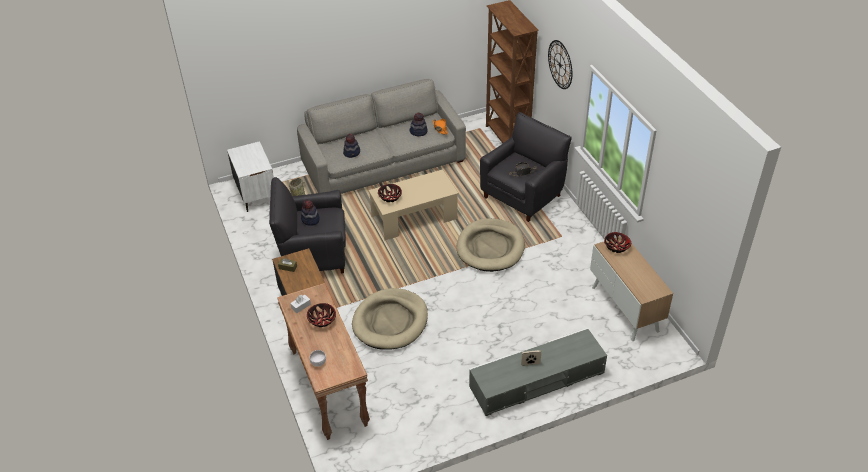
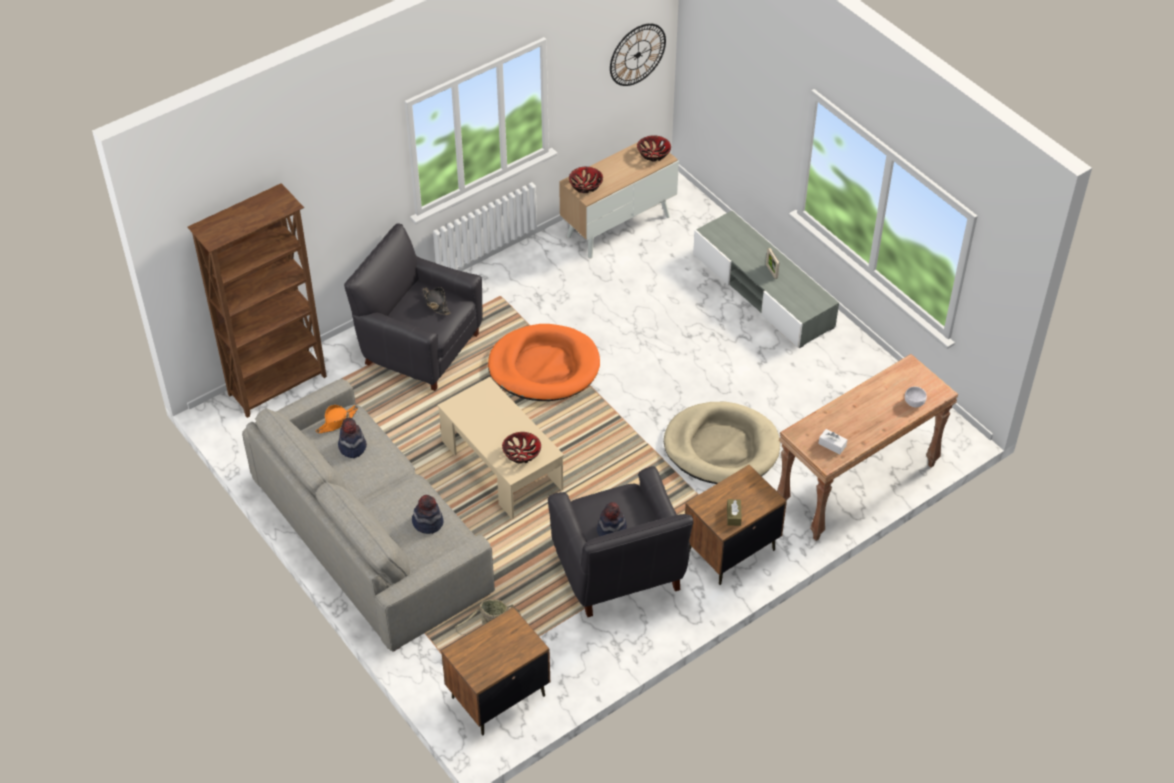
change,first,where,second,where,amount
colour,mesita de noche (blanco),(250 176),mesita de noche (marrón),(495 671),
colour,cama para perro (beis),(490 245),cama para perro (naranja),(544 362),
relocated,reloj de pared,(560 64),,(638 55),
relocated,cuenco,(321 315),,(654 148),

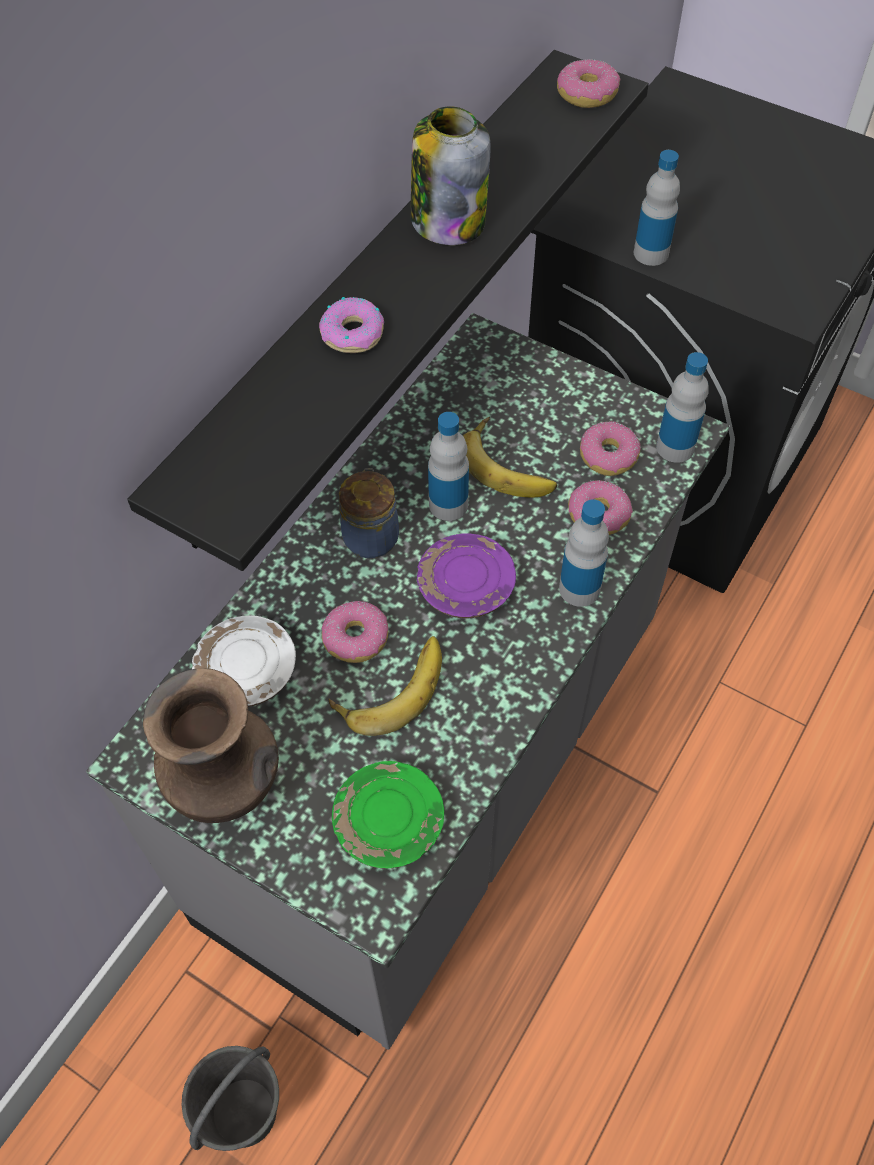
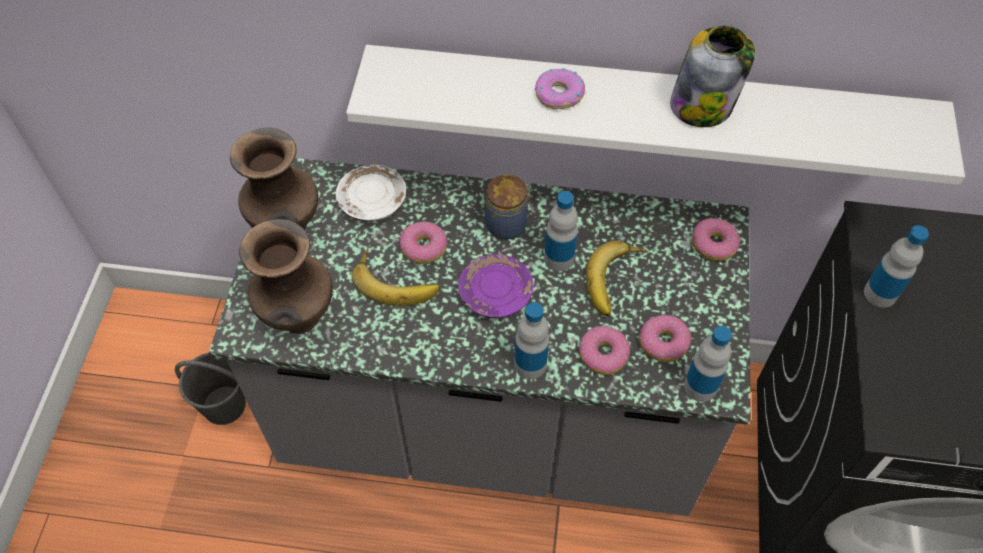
change,first,where,second,where,amount
exchanged,plato (verde),(388 814),florero (marrón),(286 276),
colour,estante (negro),(388 310),estante (blanco),(655 115),
relocated,rosquilla,(589 83),,(716 239),

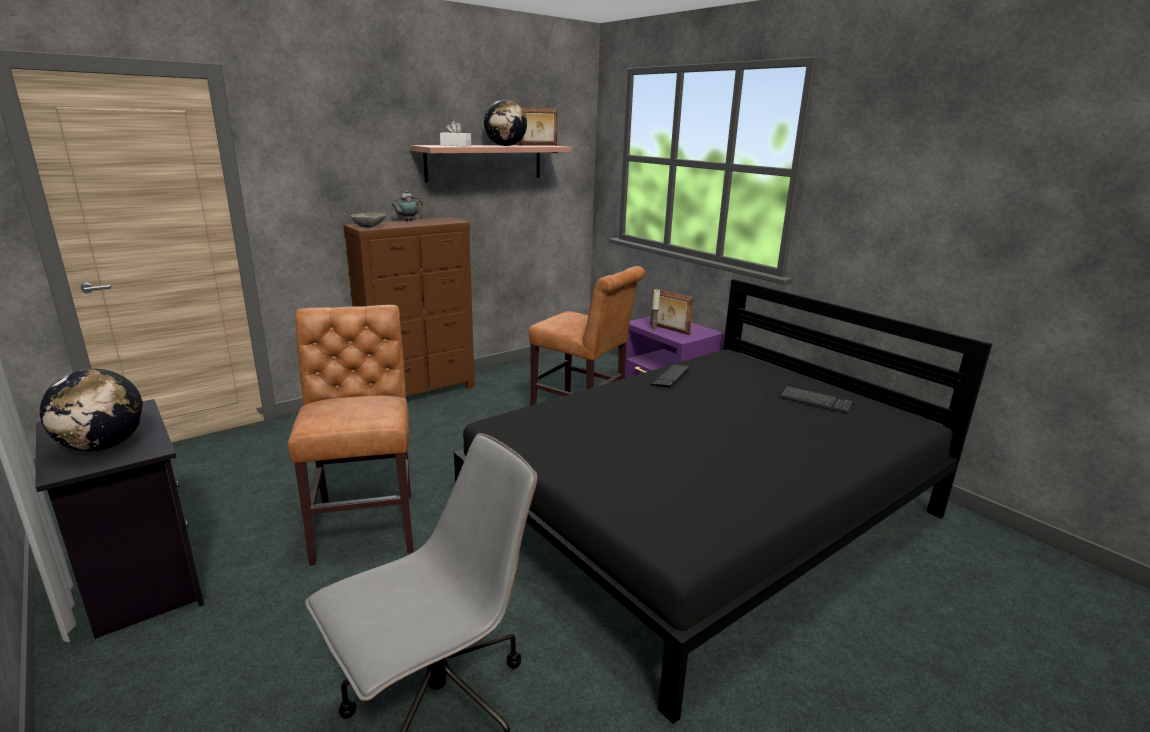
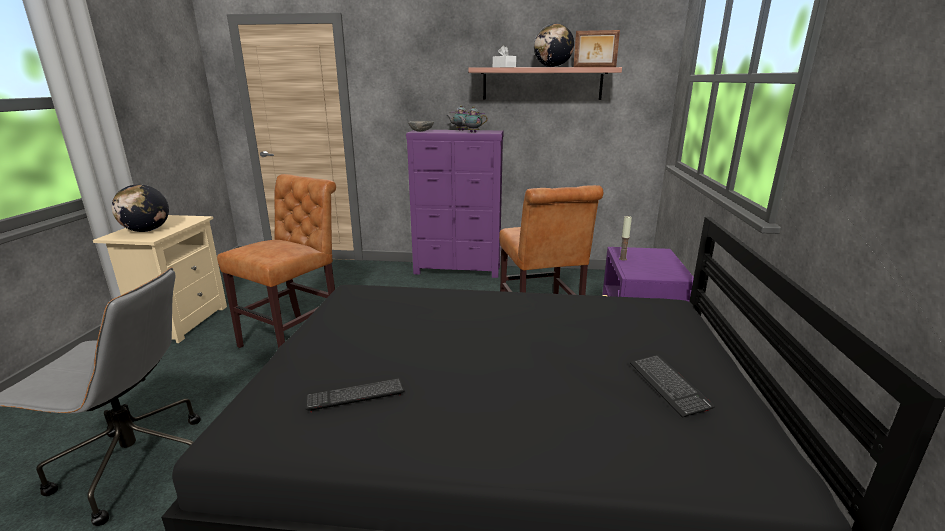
change,first,where,second,where,amount
colour,mesita de noche (negro),(120 519),mesita de noche (beis),(160 279),
relocated,teclado,(670 376),,(355 394),
colour,cómoda (marrón),(409 307),cómoda (morado),(455 204),
appeared,,,tetera,(473 119),
missing,portarretratos,(672 311),,,

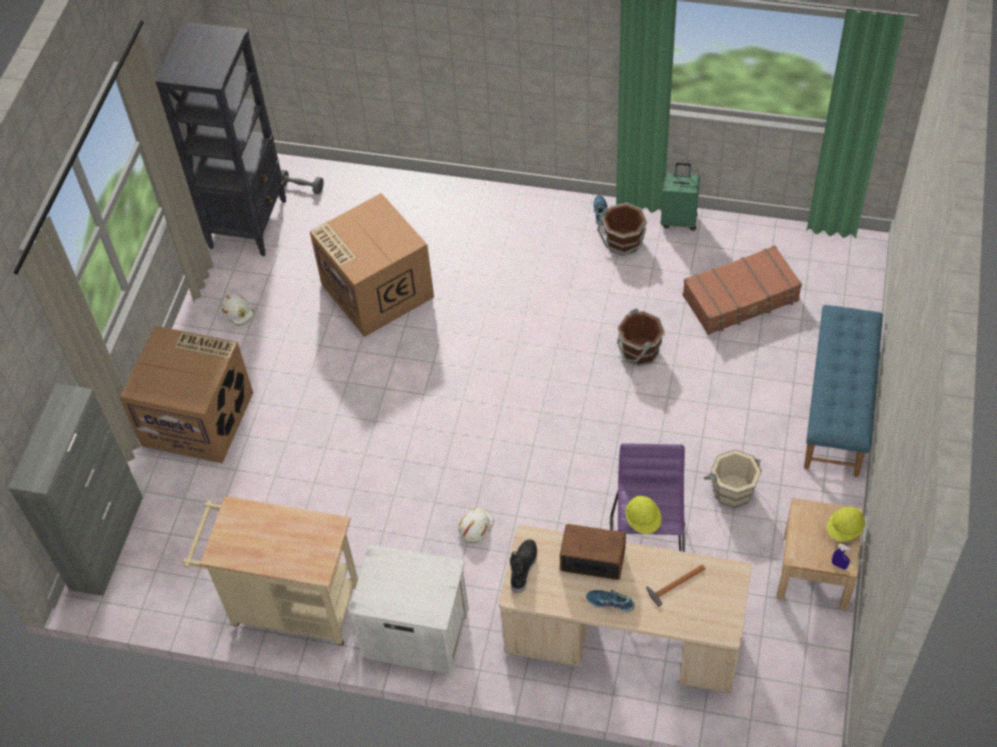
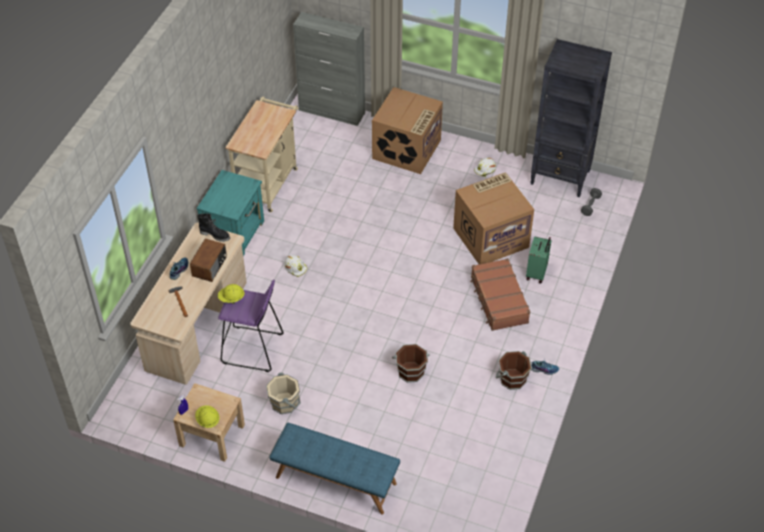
change,first,where,second,where,amount
colour,mesita de noche (blanco),(408 609),mesita de noche (turquesa),(230 213),
relocated,maleta (marrón),(742 290),,(500 294),
relocated,maleta (verde),(680 196),,(539 259),

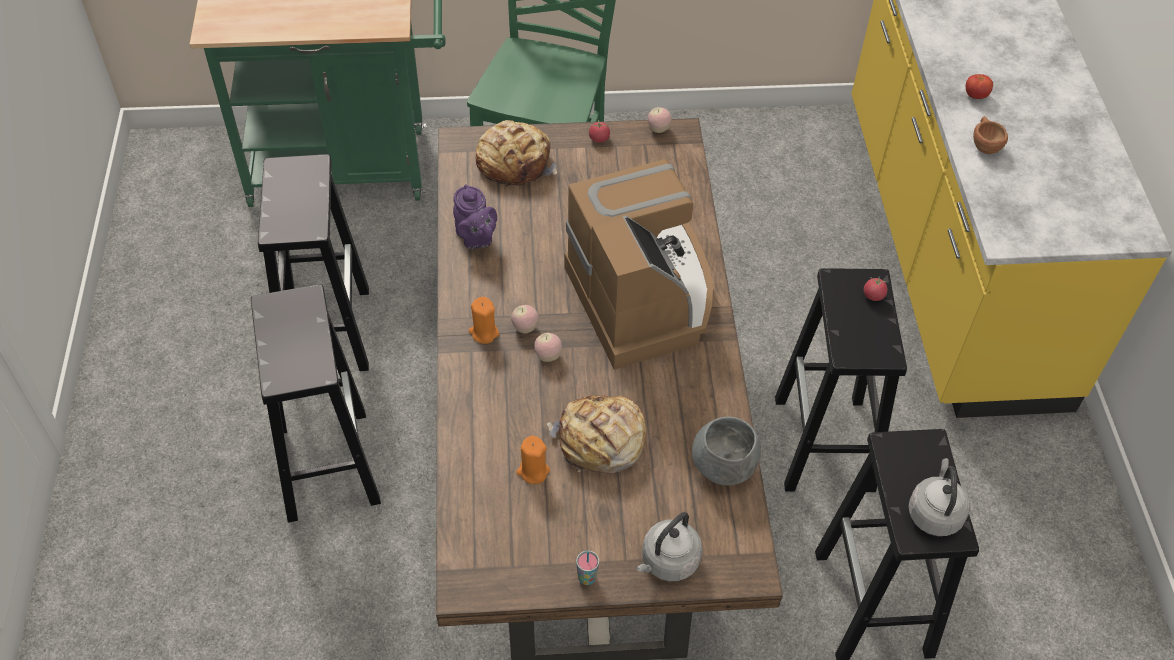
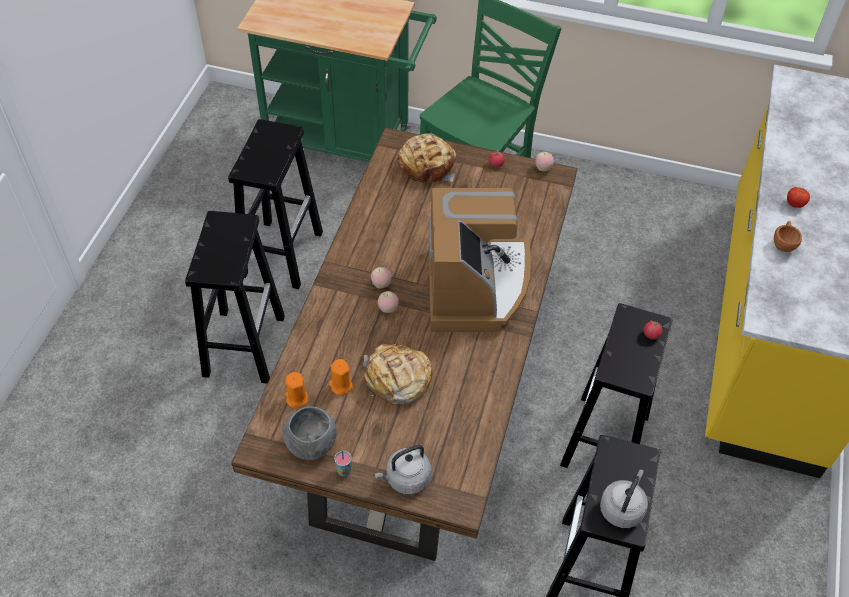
change,first,where,second,where,amount
relocated,cuenco (gris),(726 451),,(310 433),
relocated,vela (naranja),(484 320),,(296 390),
missing,tetera (morado),(475 216),,,

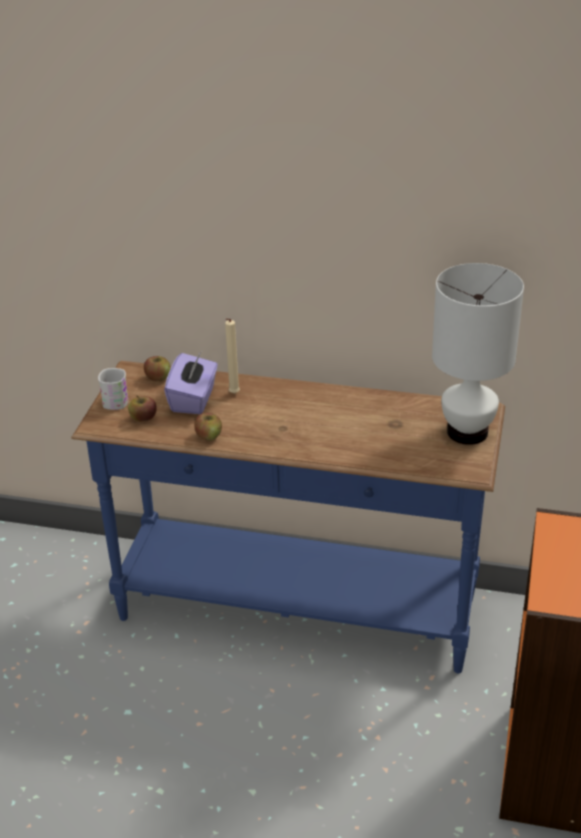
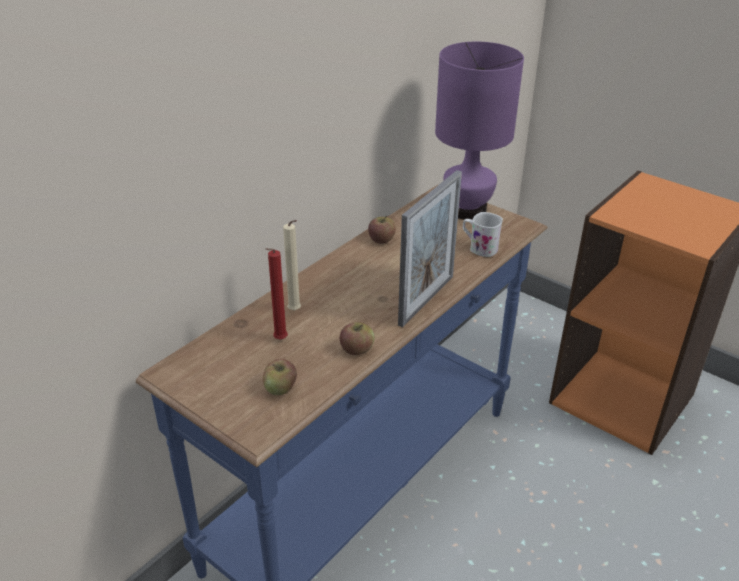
change,first,where,second,where,amount
exchanged,caja de pañuelos (morado),(191 383),vela (rojo),(276 294),
relocated,manzana,(157 368),,(382 230),
appeared,,,portarretratos,(430 248),
colour,lámpara de mesa (blanco),(478 354),lámpara de mesa (morado),(479 131),
relocated,taza grande (blanco),(113 389),,(483 234),

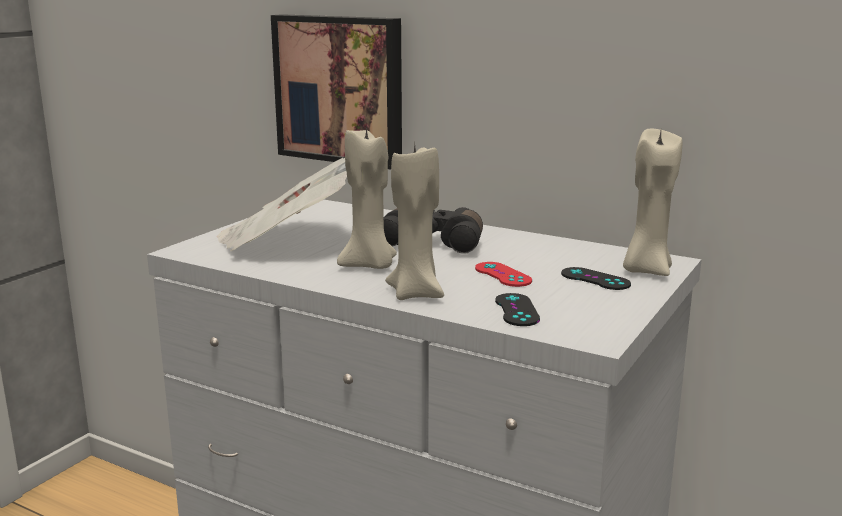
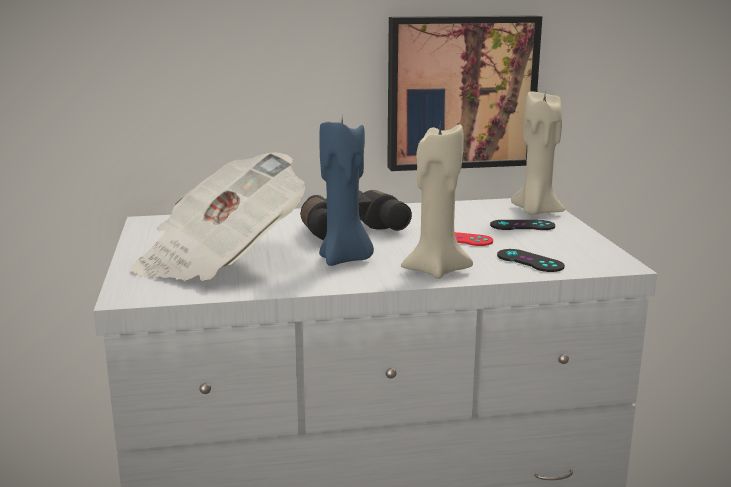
change,first,where,second,where,amount
colour,vela (beis),(367 196),vela (azul),(346 192),
relocated,cuadro,(336 91),,(464 93),

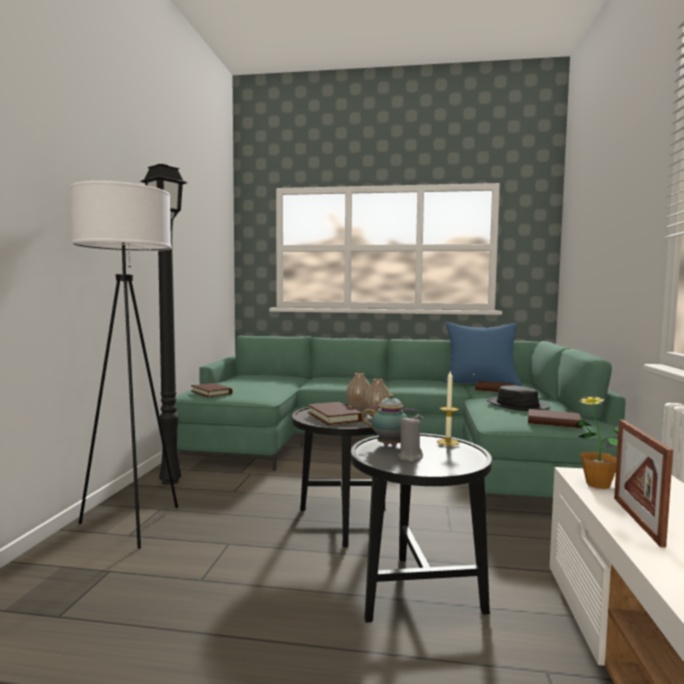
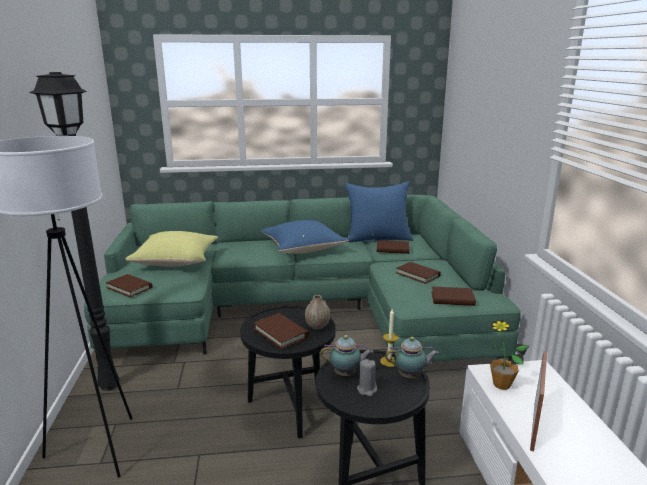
change,first,where,second,where,amount
appeared,,,cojín (amarillo),(171 249),
appeared,,,cojín (azul),(305 237),
appeared,,,tetera,(412 357),
exchanged,sombrero (negro),(518 398),libro (marrón),(418 273),
spun,portarretratos,(643 484),,(538 401),150 degrees counterclockwise
missing,florero,(358 391),,,

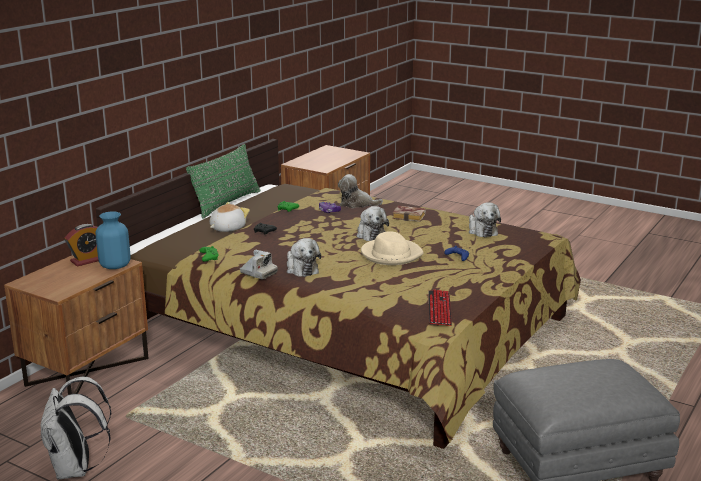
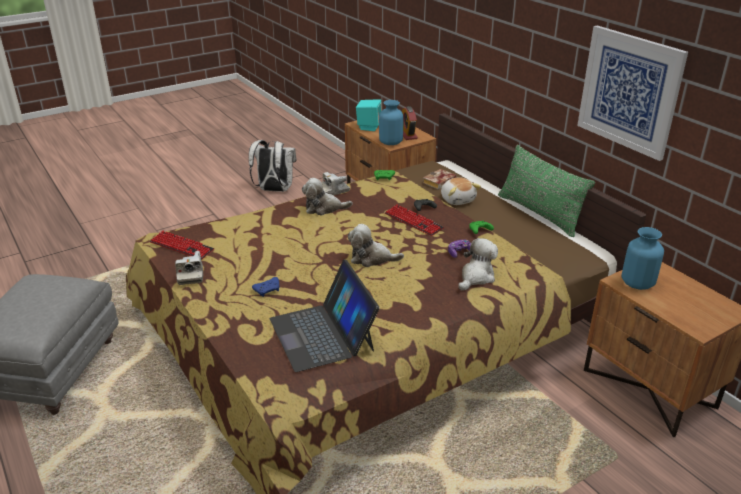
change,first,where,second,where,amount
appeared,,,cámara,(189 268),
exchanged,peluche,(485 219),portátil,(325 316),
appeared,,,altavoz (turquesa),(369 115),
appeared,,,teclado,(414 220),
relocated,libro,(409 214),,(440 179),
appeared,,,cuadro,(632 93),
appeared,,,florero (azul),(643 258),
missing,sombrero (beis),(392 248),,,

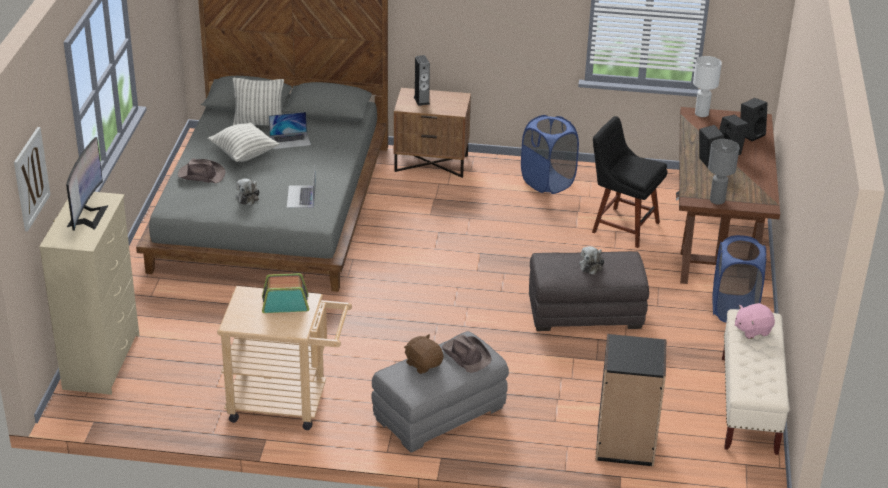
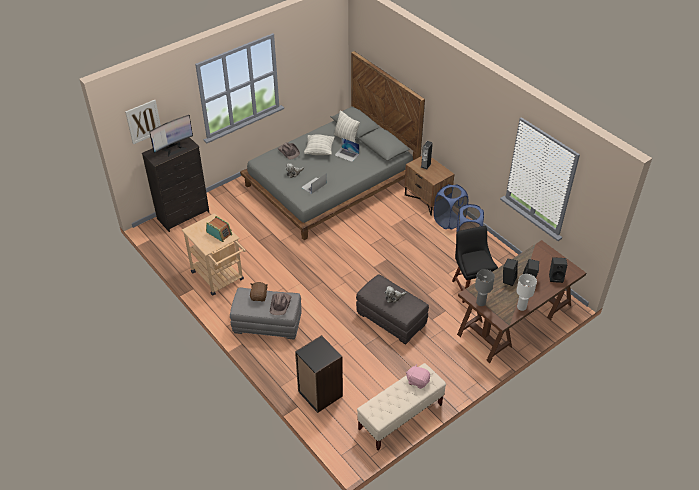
change,first,where,second,where,amount
colour,cómoda (beis),(89 293),cómoda (negro),(175 184),
relocated,cesto de la ropa (azul),(739 278),,(451 207),
relocated,lámpara de mesa (blanco),(707 86),,(526 292),

